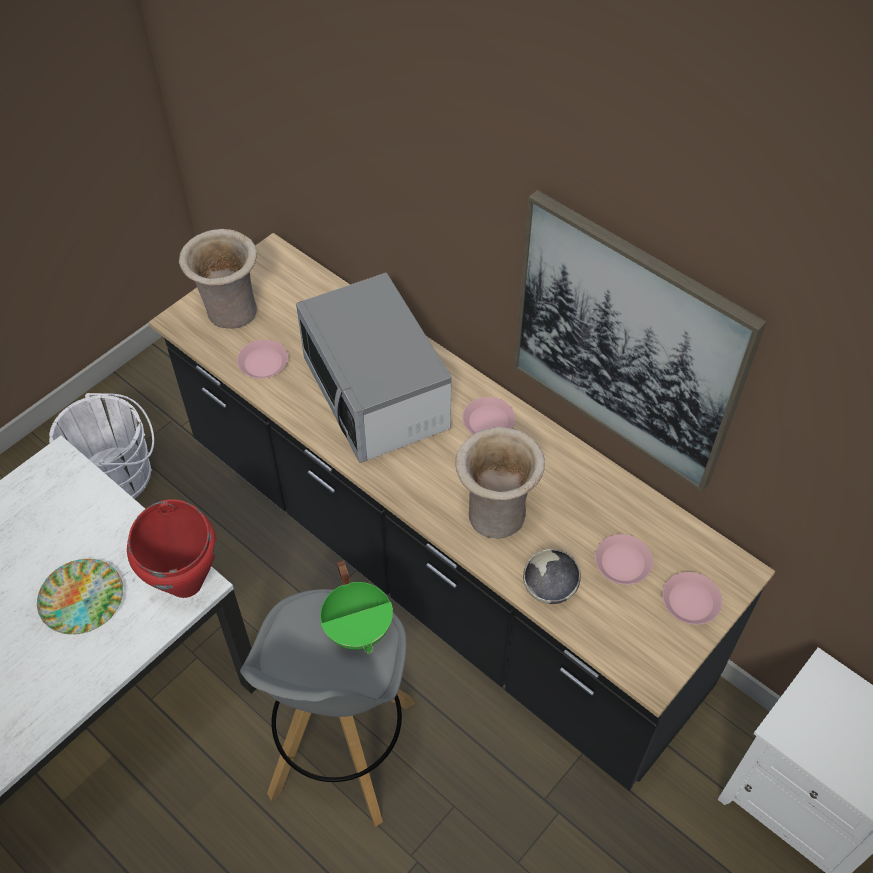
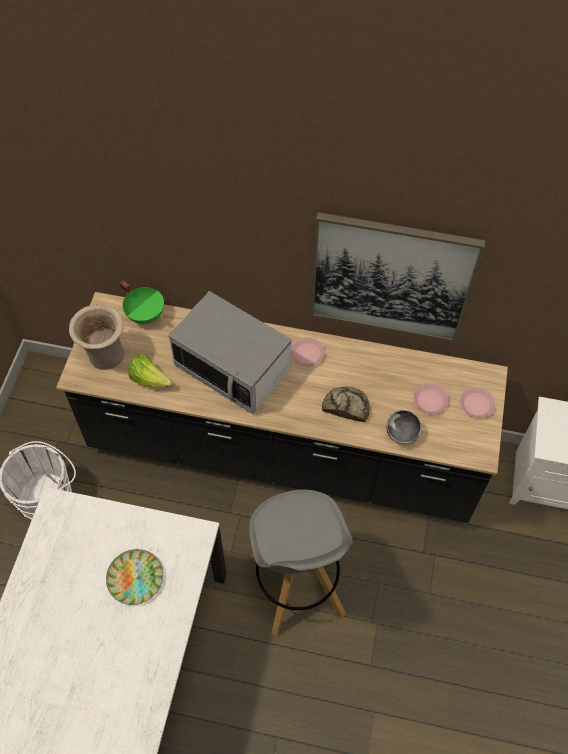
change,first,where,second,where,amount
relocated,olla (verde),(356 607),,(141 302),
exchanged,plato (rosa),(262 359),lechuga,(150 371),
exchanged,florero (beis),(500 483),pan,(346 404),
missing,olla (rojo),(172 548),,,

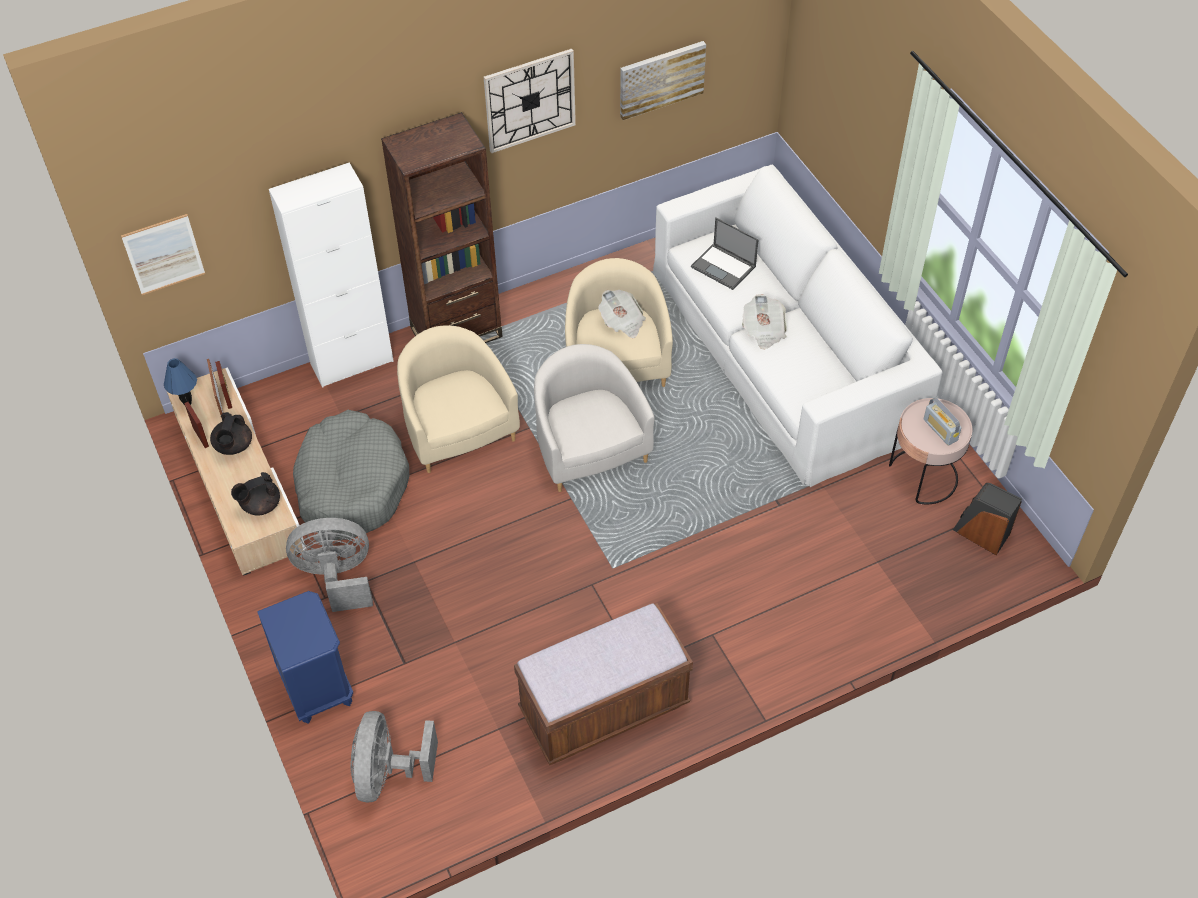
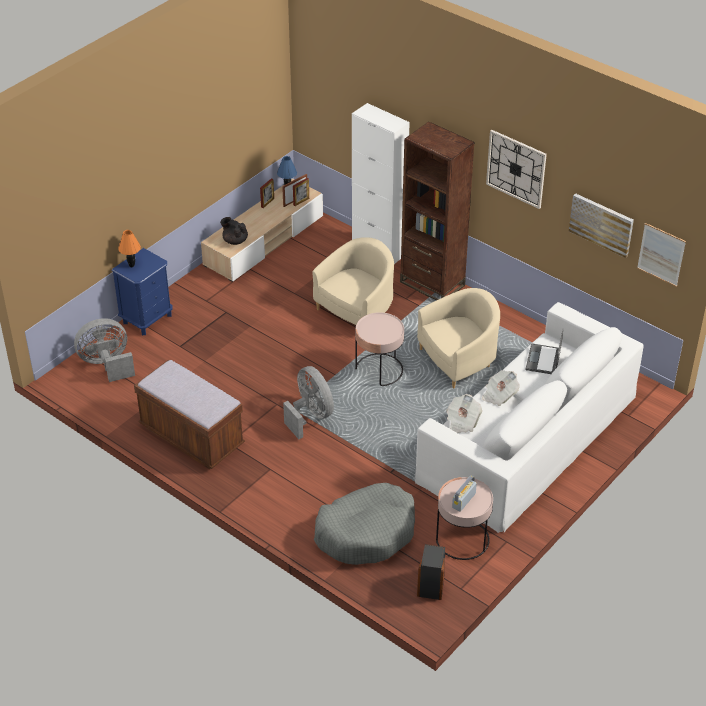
change,first,where,second,where,amount
appeared,,,lámpara de mesa (naranja),(129 248),
relocated,ventilador (gris),(329 565),,(308 402),
relocated,cama para perro (gris),(351 475),,(364 524),
exchanged,sillón (blanco),(594 418),mesa auxiliar (rosa),(379 349),
relocated,periódico,(622 314),,(464 413),
relocated,cuadro,(163 254),,(661 255),
missing,tetera (negro),(231 433),,,

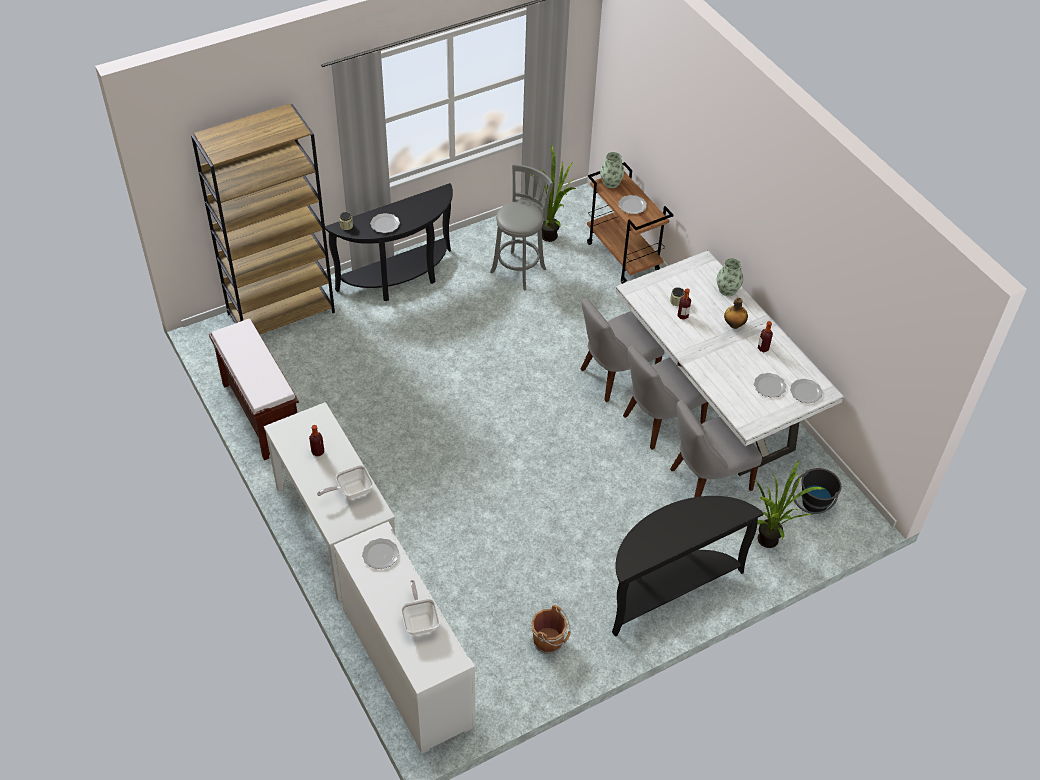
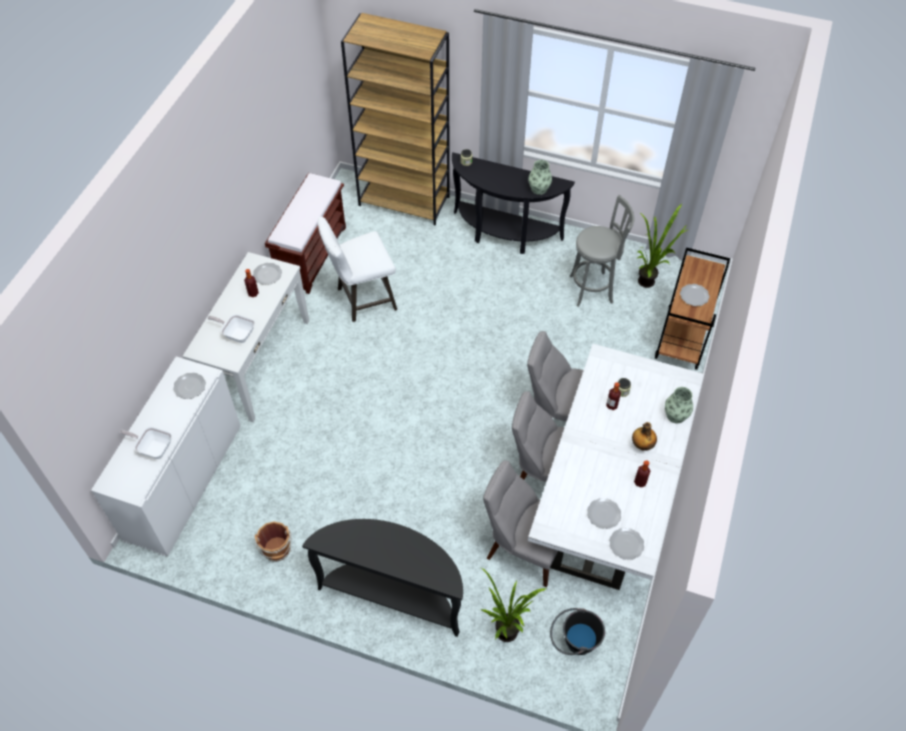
change,first,where,second,where,amount
spun,sartén,(420 607),,(145 443),105 degrees counterclockwise
relocated,plato,(385 223),,(267 274),
appeared,,,taburete (blanco),(357 269),
relocated,florero,(612 170),,(540 177),

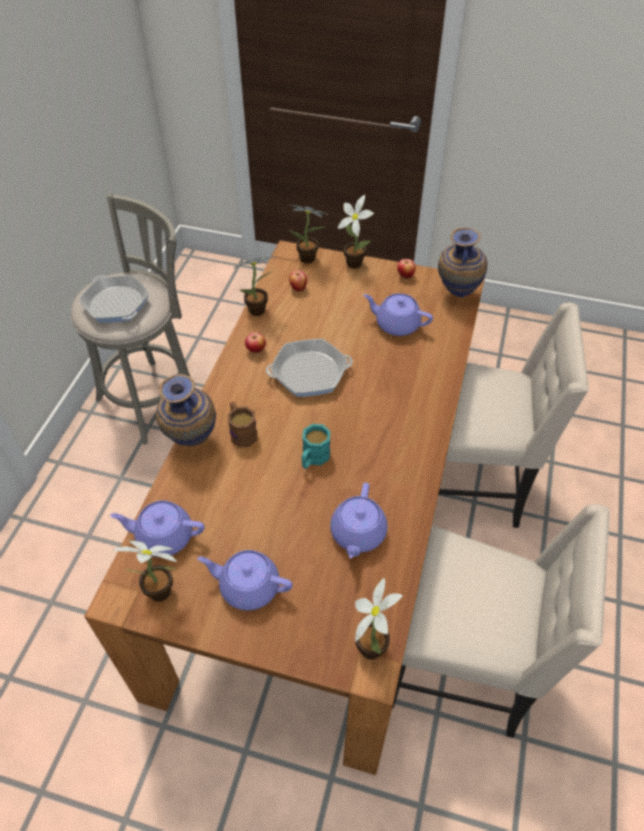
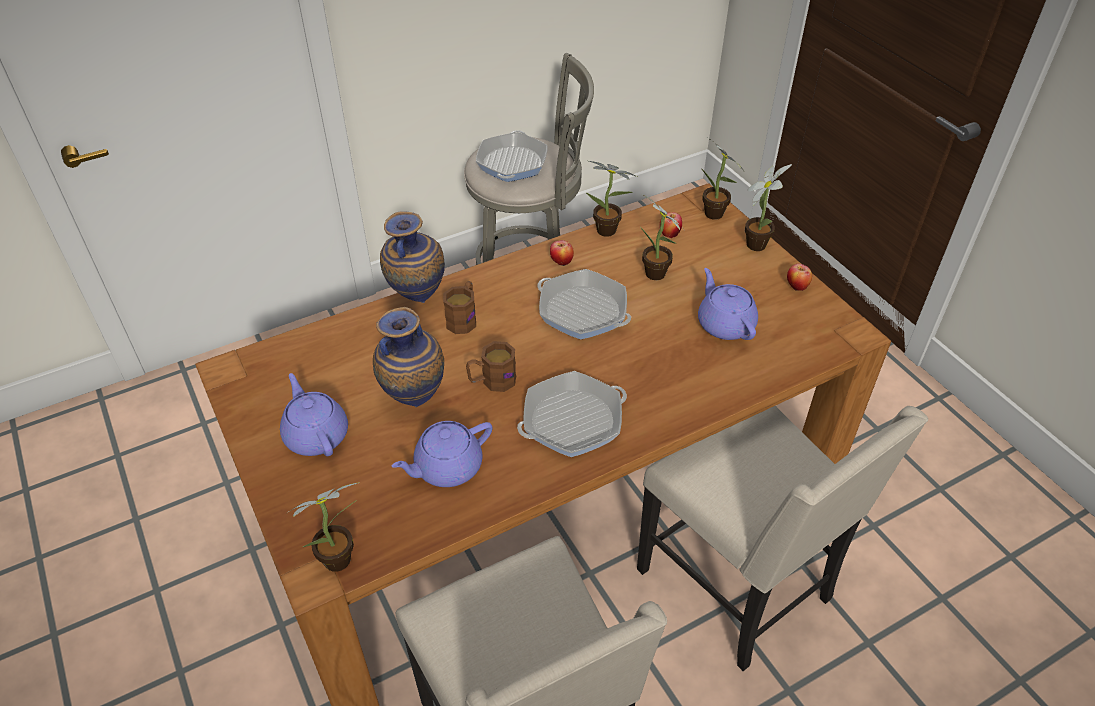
change,first,where,second,where,amount
relocated,florero,(462 262),,(408 357),
colour,taza grande (turquesa),(316 446),taza grande (marrón),(491 366),
appeared,,,sartén,(572 414),
relocated,planta en maceta,(145 571),,(661 237),
missing,tetera (morado),(157 529),,,

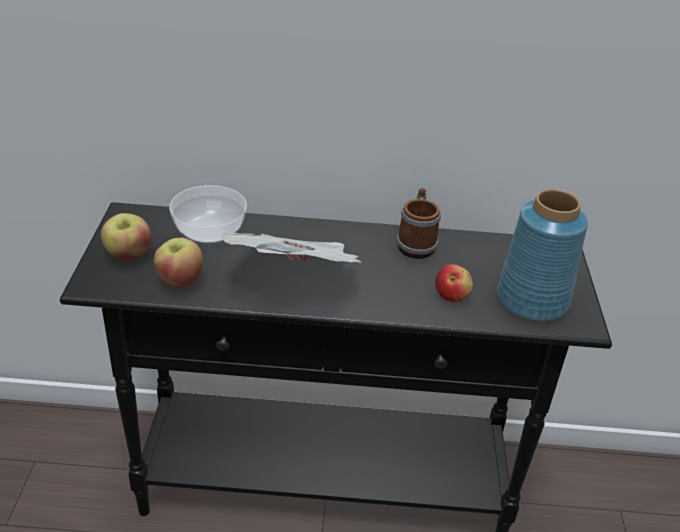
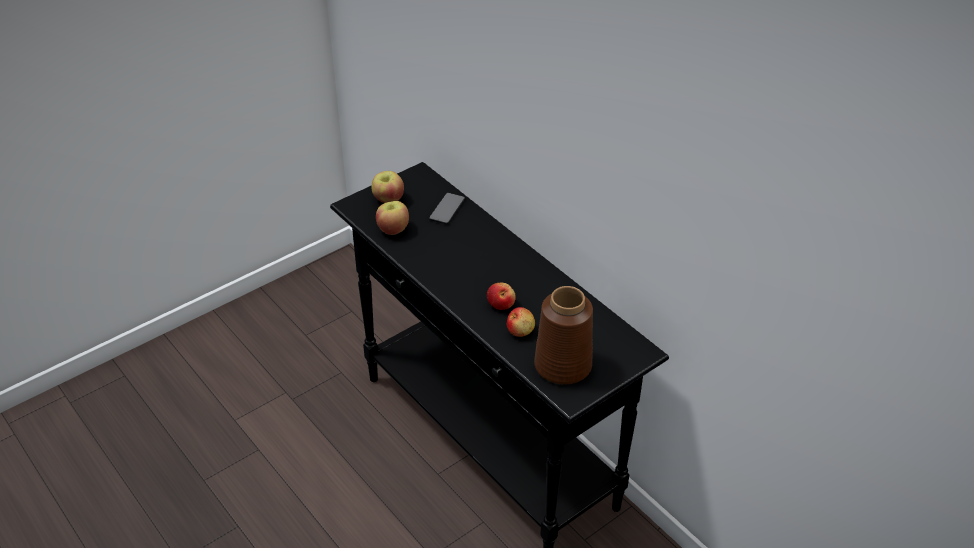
change,first,where,second,where,amount
exchanged,cuenco,(208 214),móvil,(447 208),
appeared,,,manzana,(501 296),
colour,florero (azul),(542 255),florero (marrón),(563 335),
missing,periódico,(291 248),,,
missing,taza grande,(419 223),,,

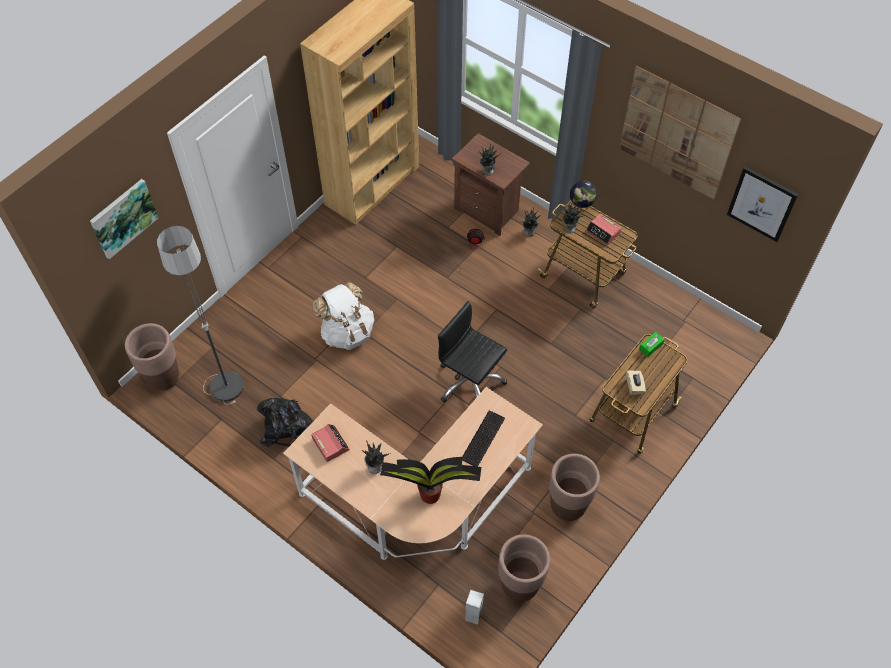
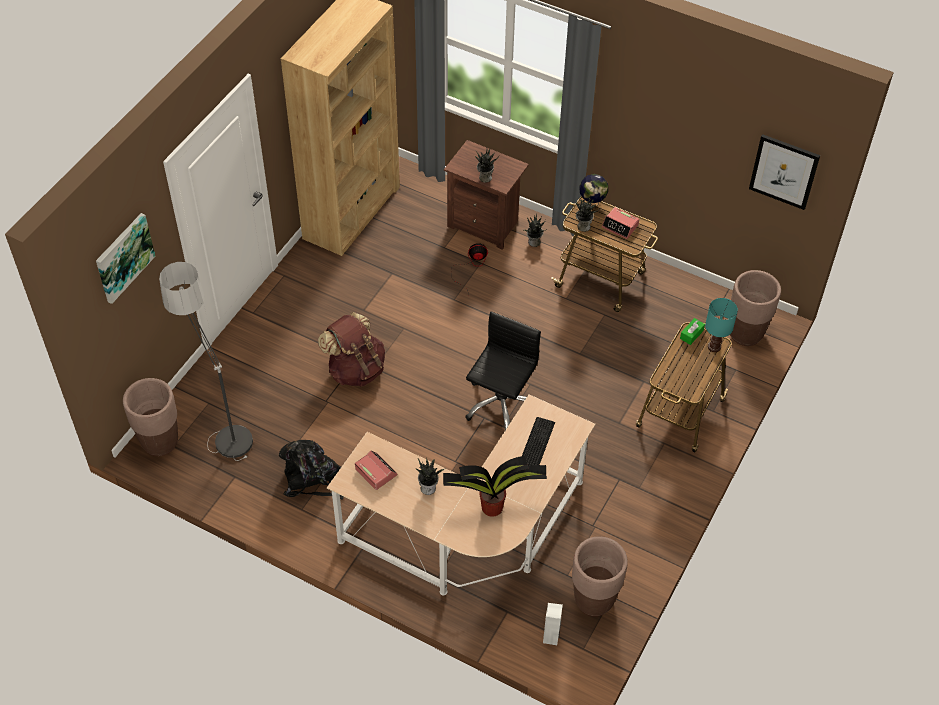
change,first,where,second,where,amount
colour,mochila (blanco),(343 316),mochila (marrón),(351 349),
spun,silla de oficina (negro),(472 352),,(503 371),90 degrees clockwise
appeared,,,lámpara de mesa (turquesa),(721 325),
relocated,maceta (marrón),(574 487),,(756 308),
missing,cuadro,(680 133),,,
missing,caja de pañuelos (beis),(636 382),,,

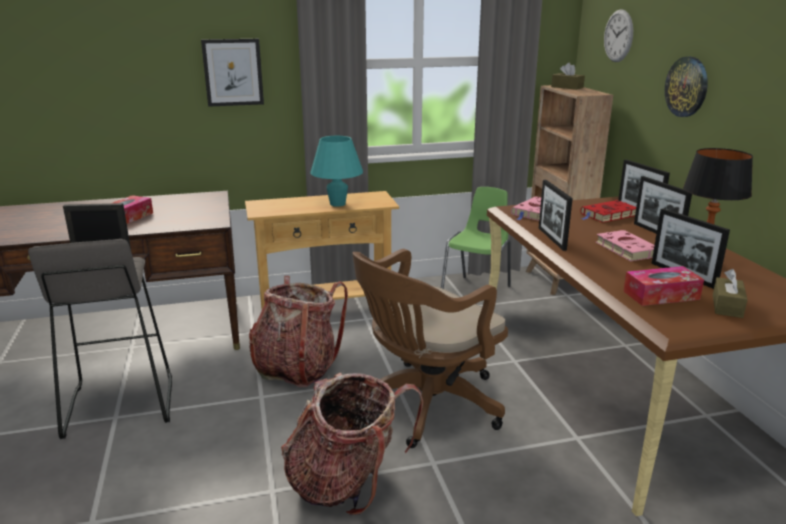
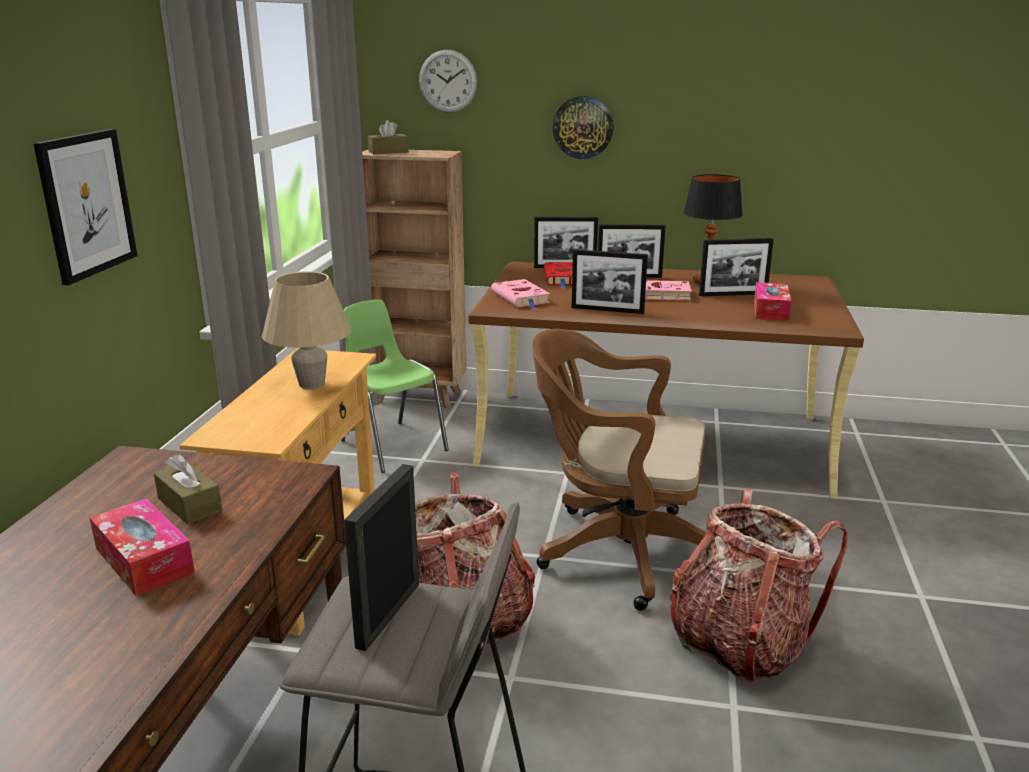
change,first,where,second,where,amount
relocated,caja de pañuelos (marrón),(730 293),,(188 488),
colour,lámpara de mesa (turquesa),(336 171),lámpara de mesa (beis),(306 330),
spun,silla de oficina (marrón),(430 348),,(619 470),120 degrees clockwise

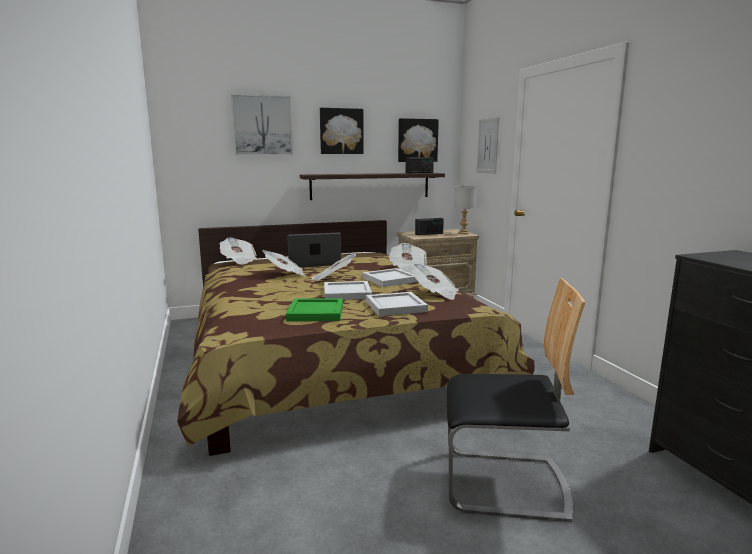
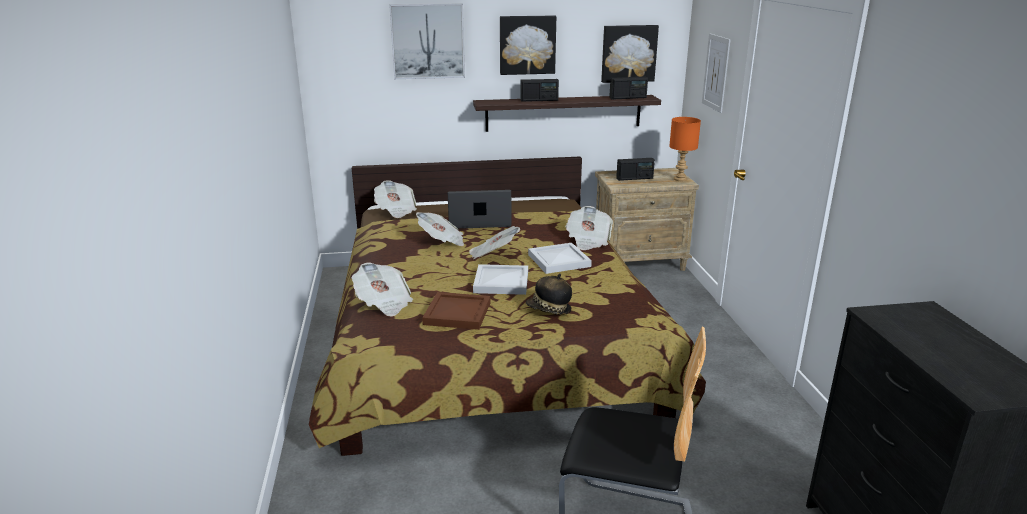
change,first,where,second,where,amount
relocated,periódico,(435 281),,(382 289),
colour,bandeja (verde),(314 309),bandeja (marrón),(456 311),
appeared,,,radio,(539 90),
exchanged,bandeja (blanco),(397 304),sombrero,(549 294),
colour,lámpara de mesa (gris),(465 210),lámpara de mesa (naranja),(685 149),

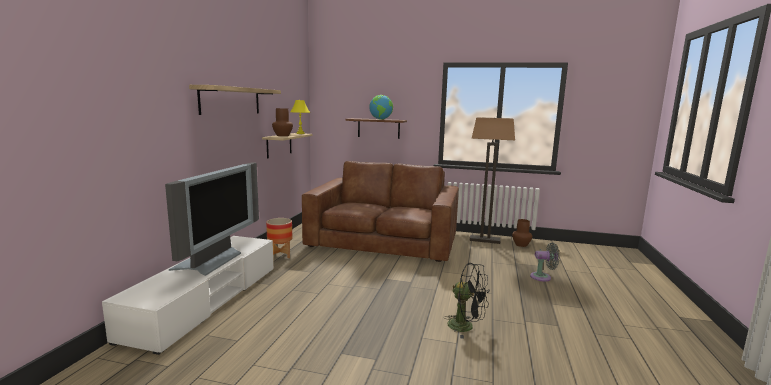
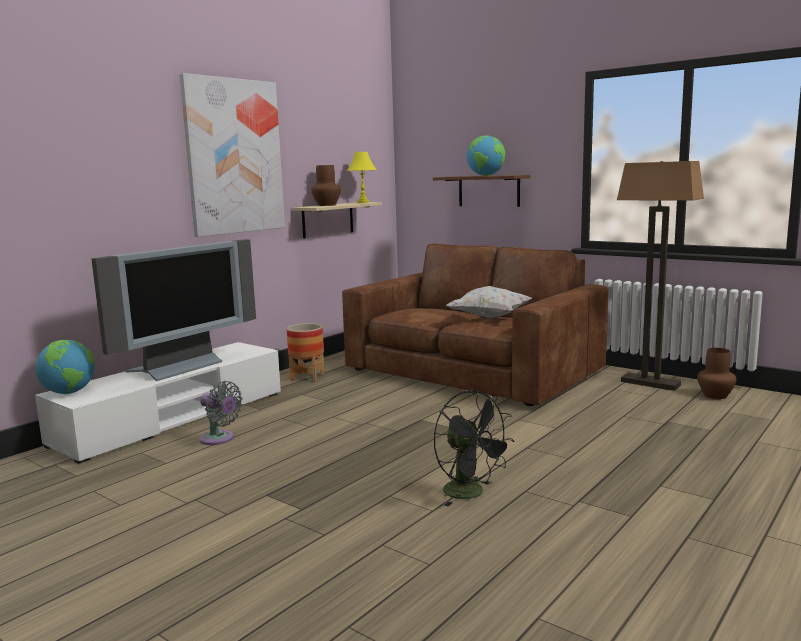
change,first,where,second,where,amount
appeared,,,globo terráqueo,(65 367),
exchanged,estante,(235 100),cuadro,(232 155),
relocated,ventilador (gris),(544 262),,(221 413),
appeared,,,cojín (blanco),(489 302),

